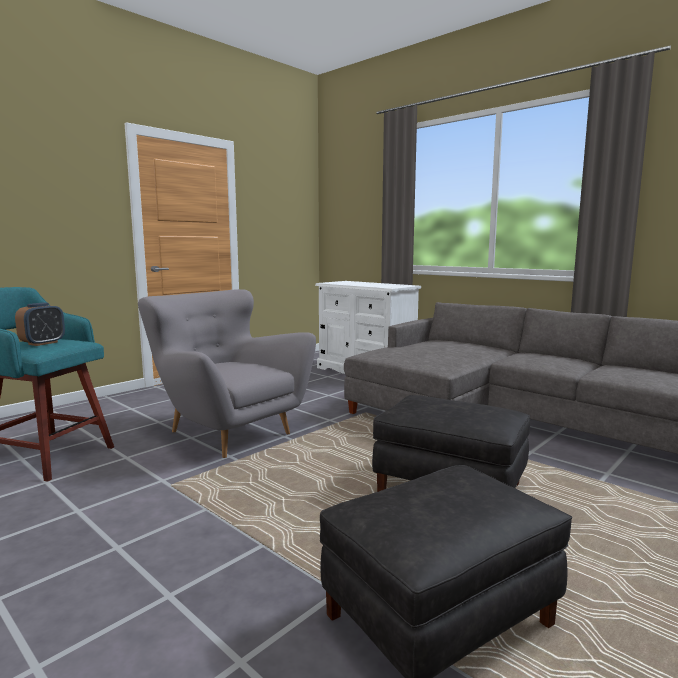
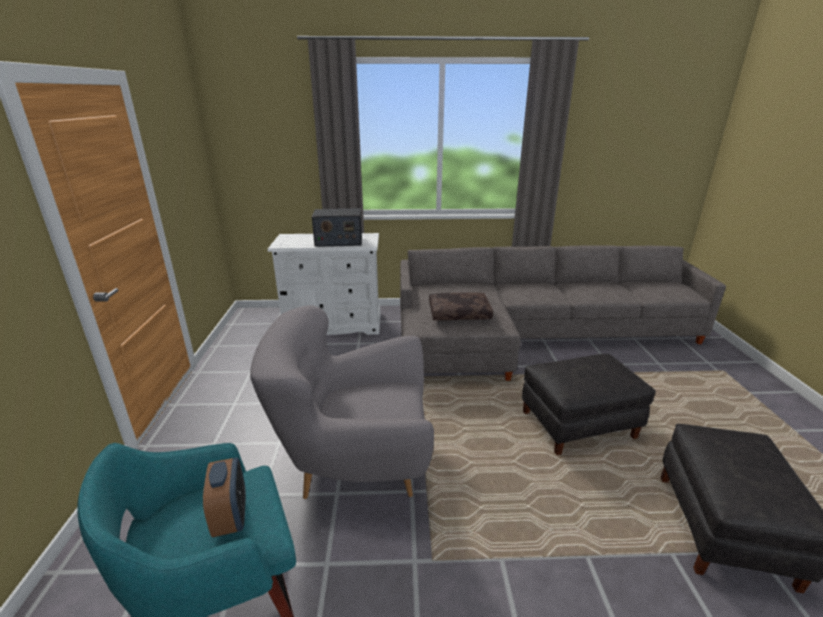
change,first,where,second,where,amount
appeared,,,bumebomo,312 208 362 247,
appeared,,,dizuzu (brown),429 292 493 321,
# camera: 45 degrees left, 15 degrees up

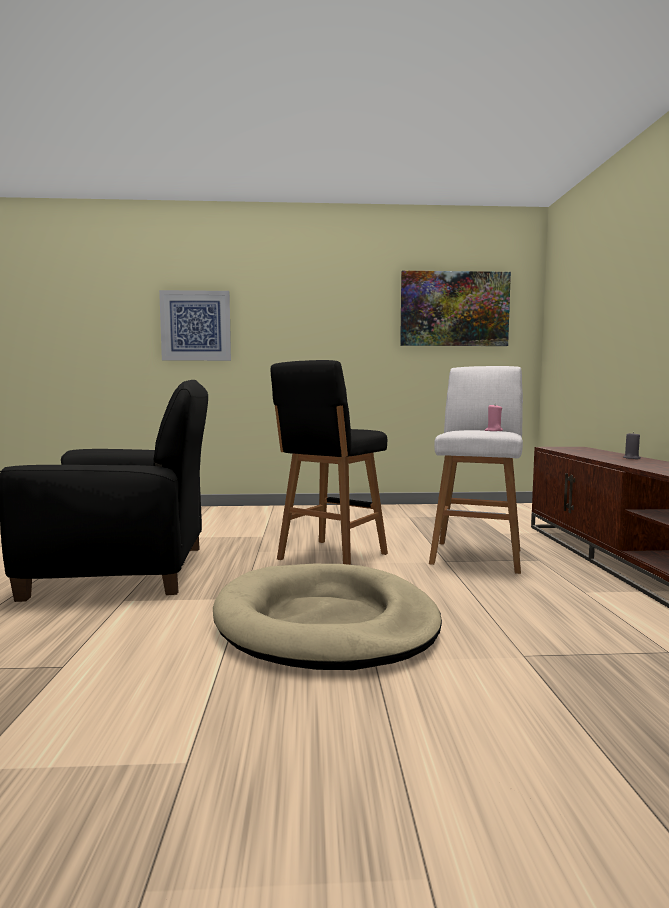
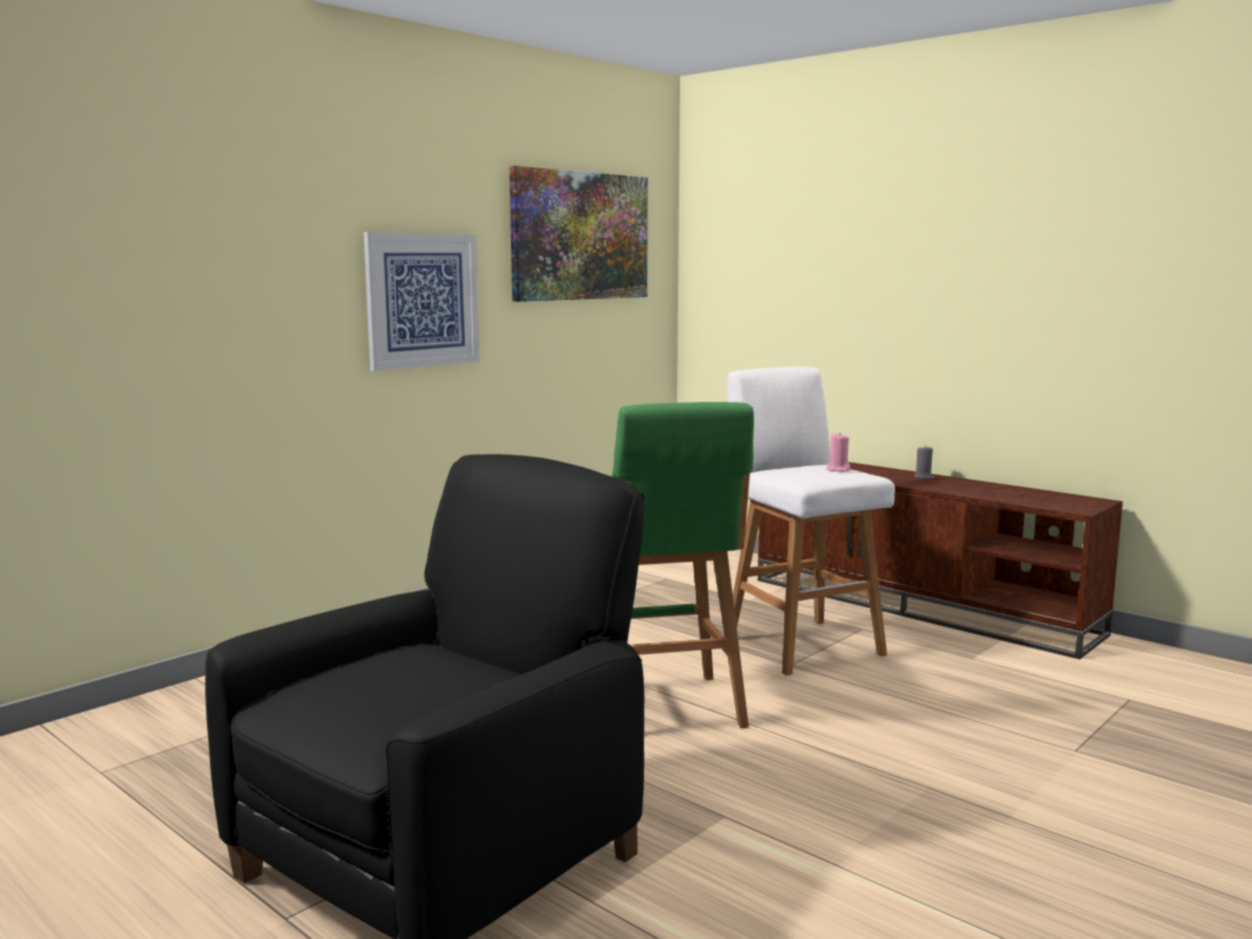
change,first,where,second,where,amount
relocated,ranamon,159 290 231 361,,364 232 479 371,
colour,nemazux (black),271 360 388 565,nemazux (green),612 402 754 728,
missing,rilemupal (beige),213 564 442 670,,,
# camera: 45 degrees left, 5 degrees up

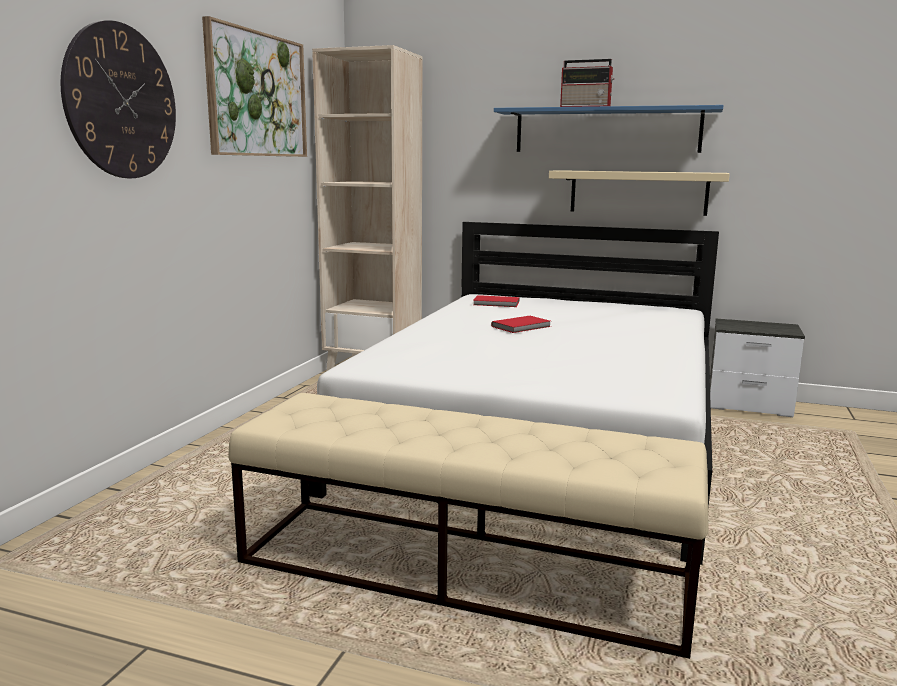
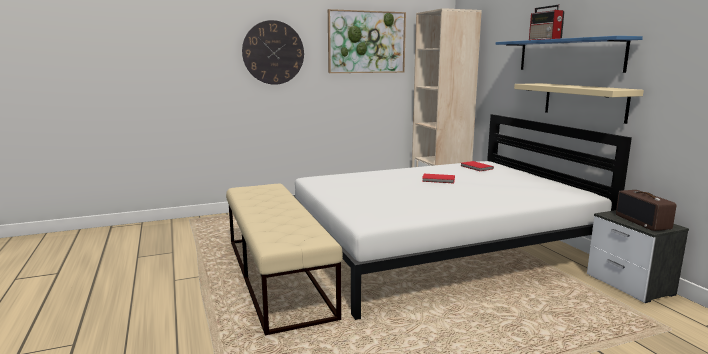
change,first,where,second,where,amount
appeared,,,bumebomo,616 190 677 231,
# camera: 50 degrees right, 0 degrees up

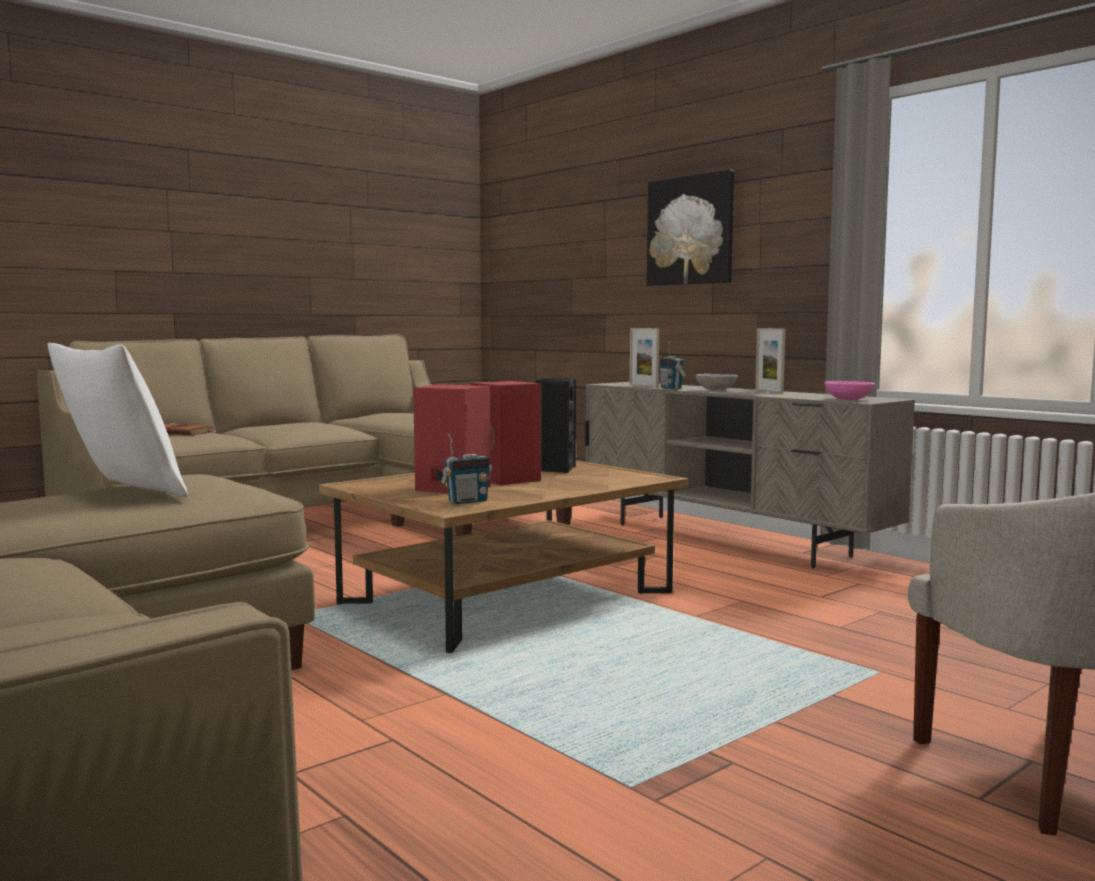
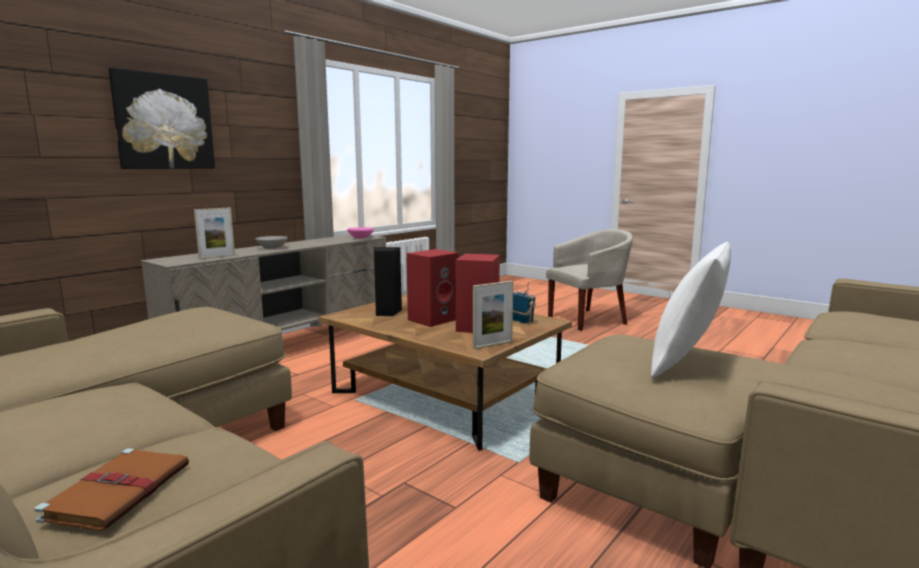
change,first,where,second,where,amount
relocated,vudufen,755 328 785 393,,473 281 513 349,
missing,bumebomo,660 341 686 389,,,
# camera: 100 degrees left, 5 degrees up

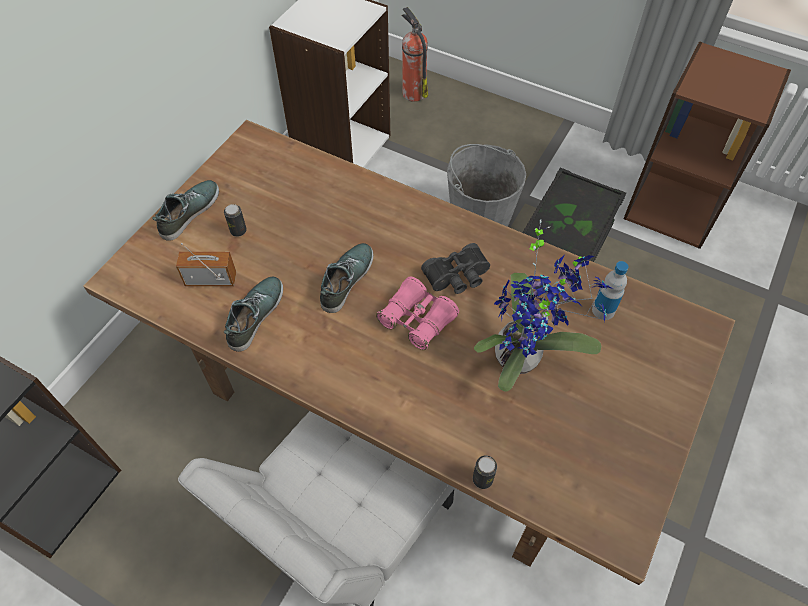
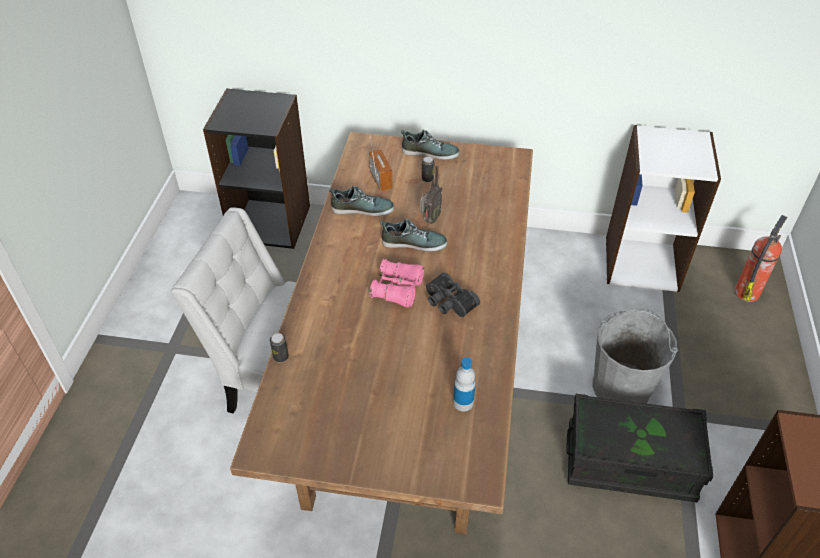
change,first,where,second,where,amount
appeared,,,bumebomo,420 166 442 224,
missing,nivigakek,474 220 613 391,,,
# camera: 70 degrees right, 10 degrees down

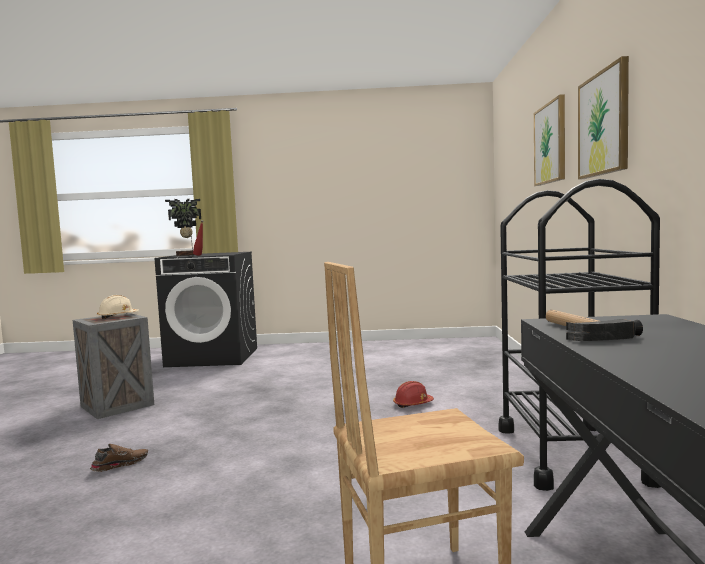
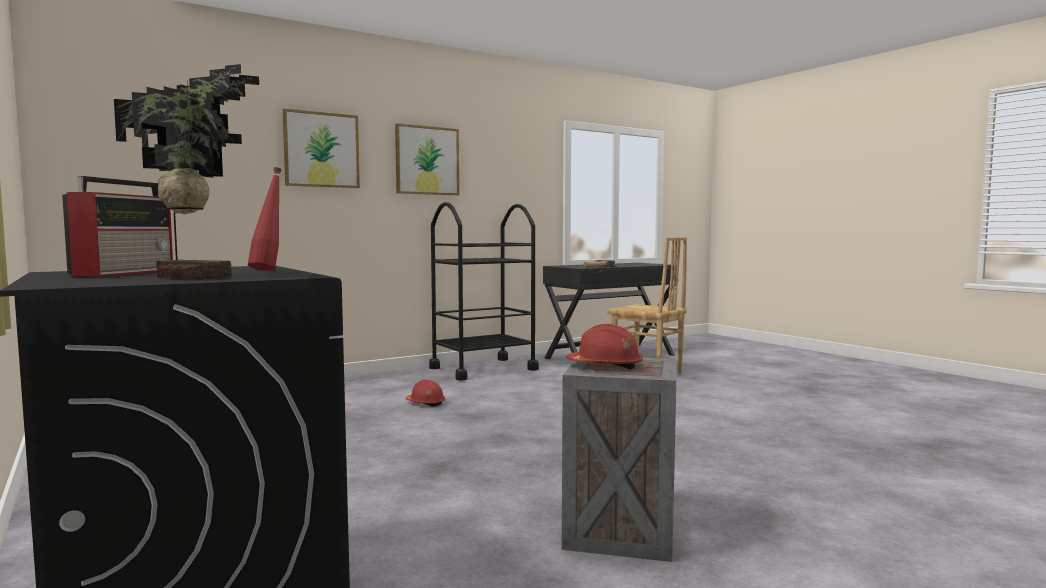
change,first,where,second,where,amount
appeared,,,bumebomo,62 176 173 277,
colour,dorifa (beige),97 295 139 319,dorifa (red),566 324 643 370,
missing,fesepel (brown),90 444 148 472,,,
# camera: 125 degrees left, 0 degrees up

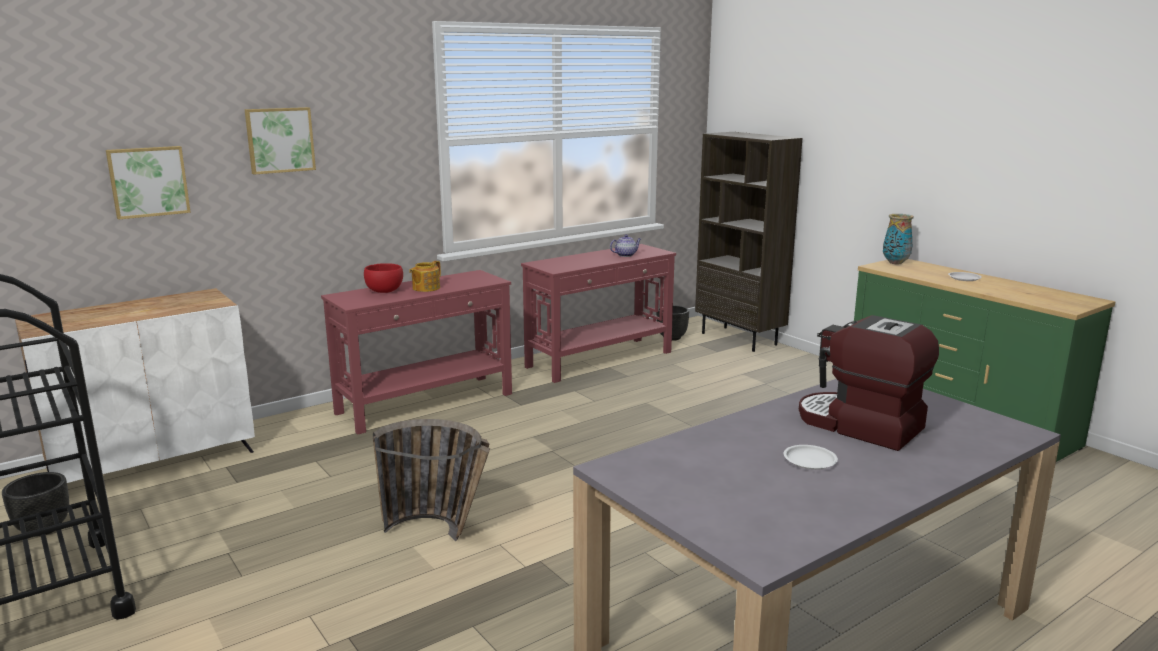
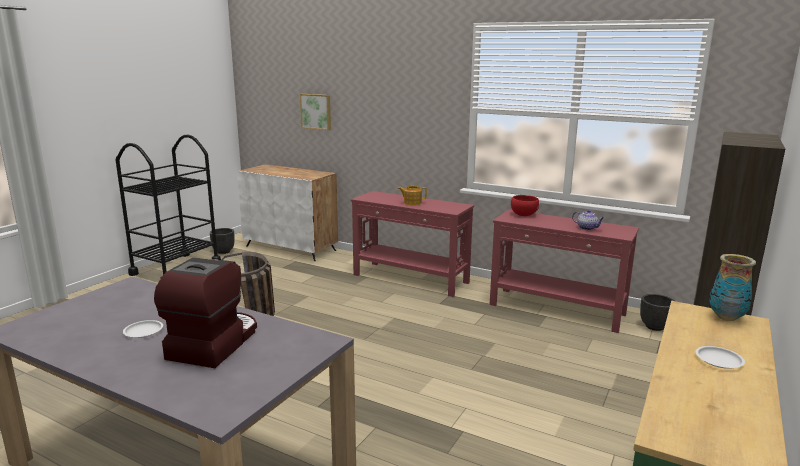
change,first,where,second,where,amount
relocated,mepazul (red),364 263 403 293,,511 195 539 216,
missing,ranamon,245 107 316 175,,,
# camera: 65 degrees right, 0 degrees up

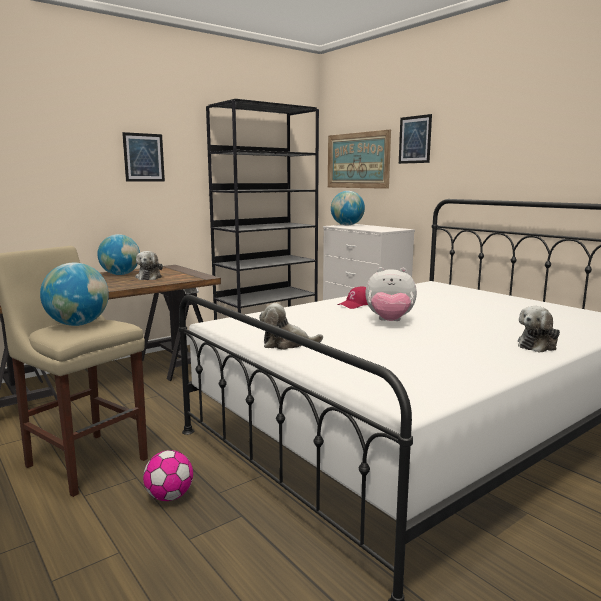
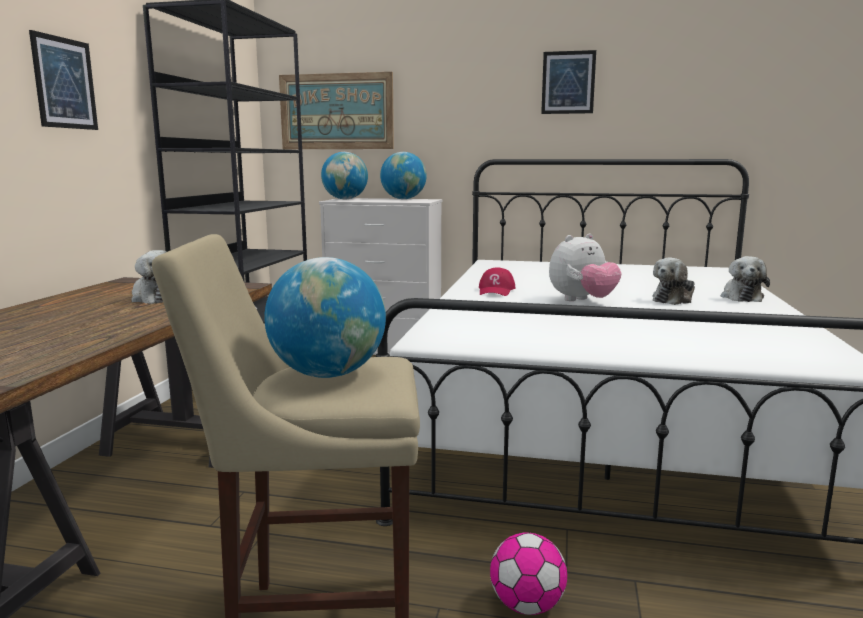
change,first,where,second,where,amount
relocated,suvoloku,97 234 140 275,,380 152 427 199,
relocated,ranamon,399 114 432 164,,541 50 596 114,
relocated,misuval,259 303 323 350,,653 257 695 305,
# camera: 40 degrees left, 0 degrees up

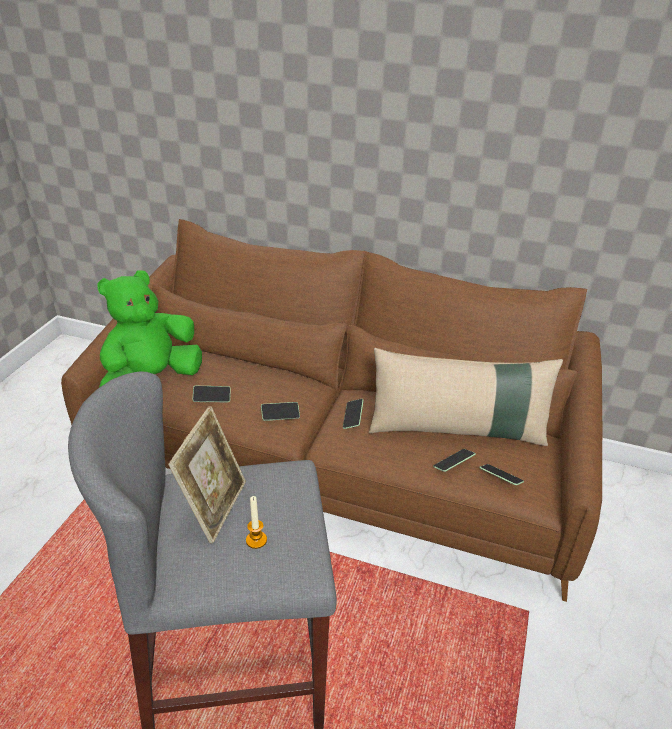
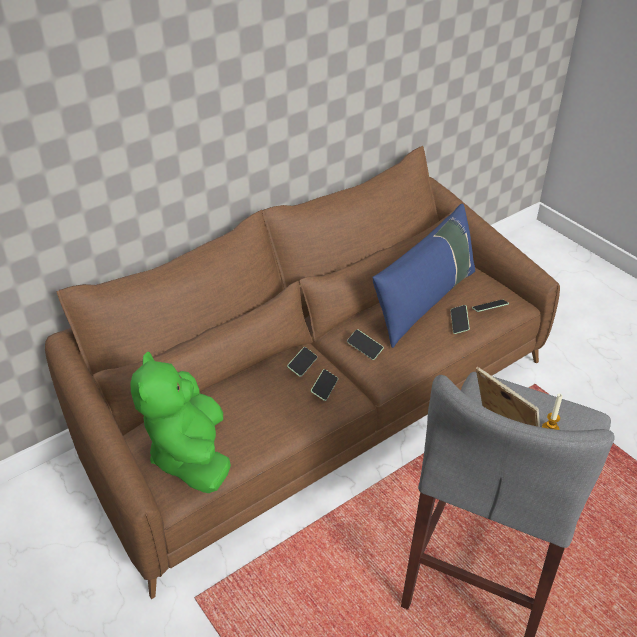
change,first,where,second,where,amount
relocated,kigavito,193 386 231 403,,287 347 318 377,
colour,dizuzu (beige),369 348 563 446,dizuzu (blue),372 204 475 348,
# camera: 55 degrees left, 5 degrees up

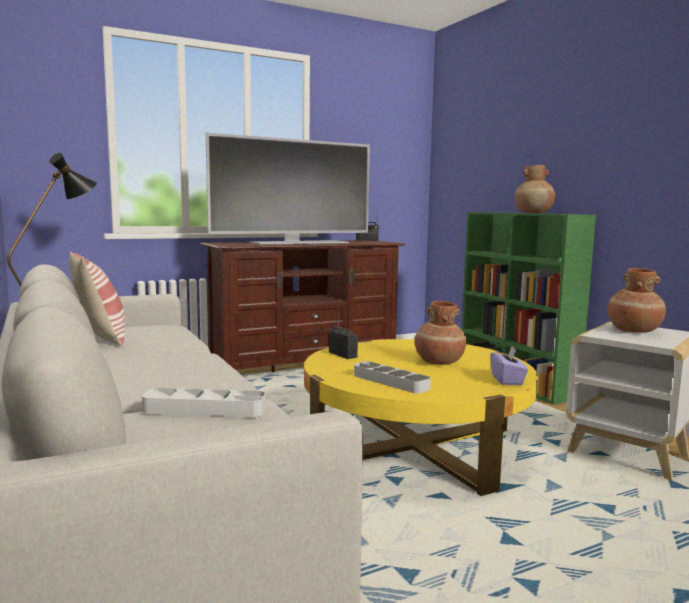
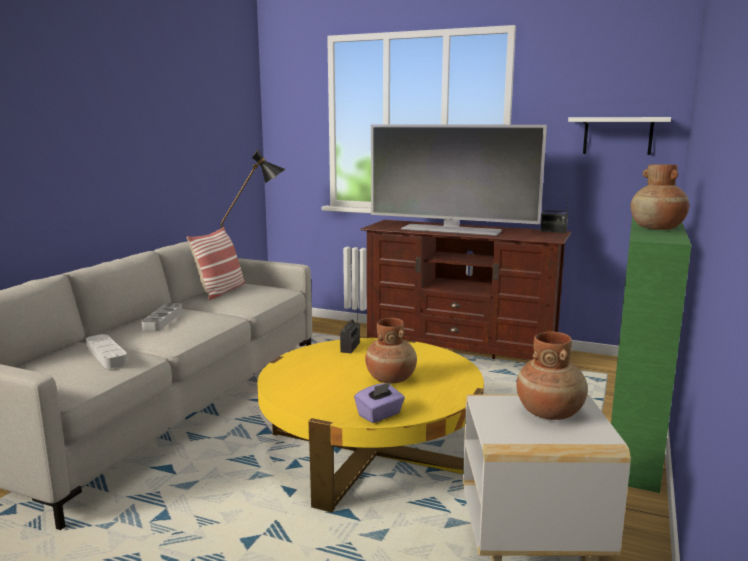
change,first,where,second,where,amount
relocated,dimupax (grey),354 361 431 394,,141 303 182 331,
appeared,,,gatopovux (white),568 117 671 155,
# camera: 50 degrees right, 5 degrees up

